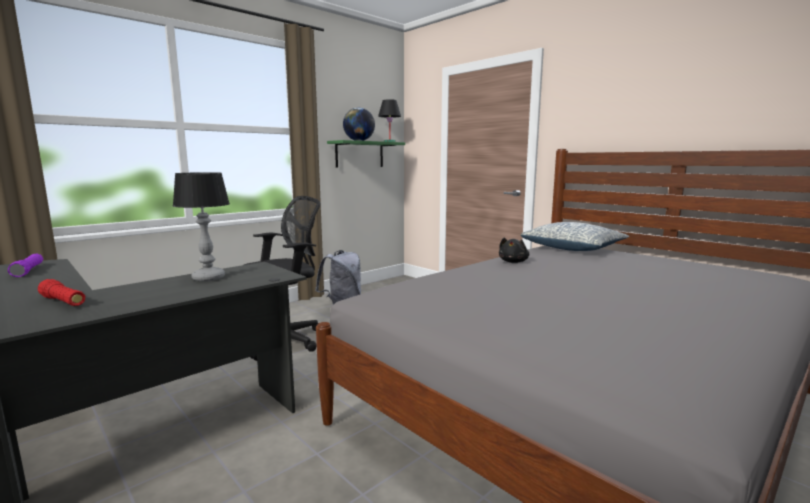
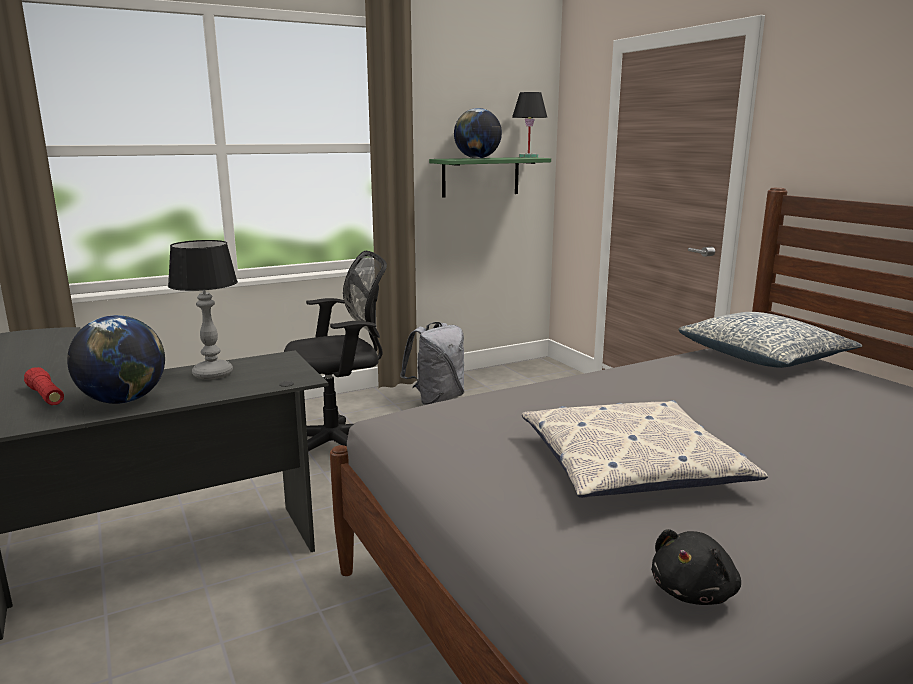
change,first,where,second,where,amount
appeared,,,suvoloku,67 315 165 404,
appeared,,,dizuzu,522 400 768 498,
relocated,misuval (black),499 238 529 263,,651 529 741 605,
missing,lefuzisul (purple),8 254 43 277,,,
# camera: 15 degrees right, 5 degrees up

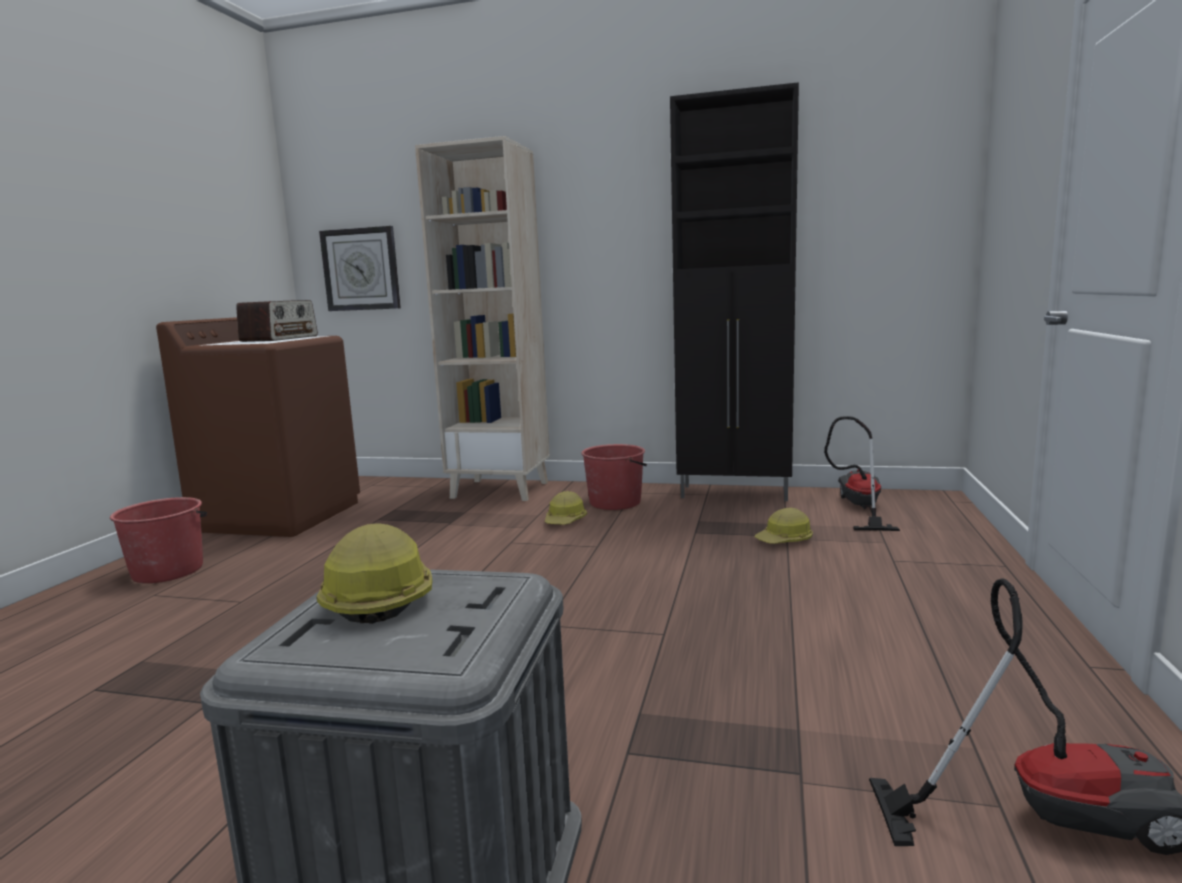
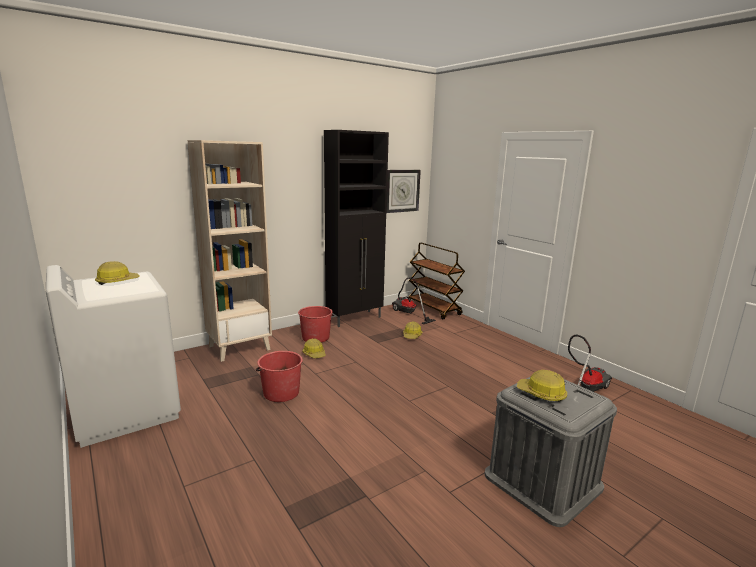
change,first,where,second,where,amount
colour,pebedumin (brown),156 317 360 537,pebedumin (white),46 265 181 448,
exchanged,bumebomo,236 300 318 342,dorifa,95 261 140 285,
relocated,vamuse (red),110 497 207 583,,256 351 303 402,
relocated,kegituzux,319 226 401 311,,386 170 421 213,
appeared,,,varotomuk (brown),407 243 465 319,
# camera: 50 degrees left, 5 degrees up

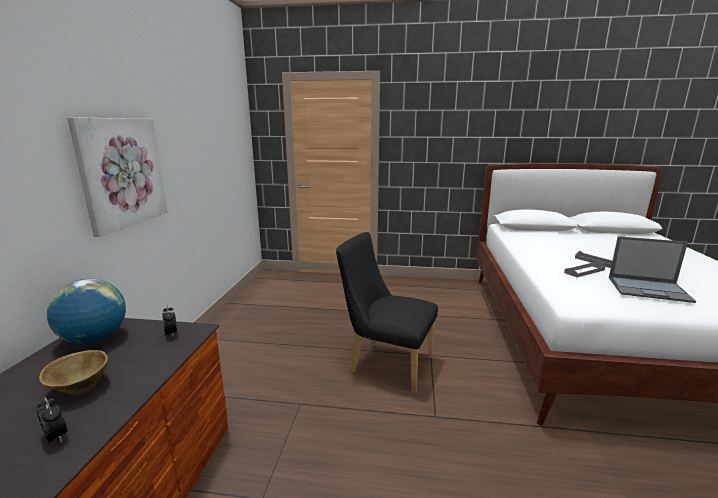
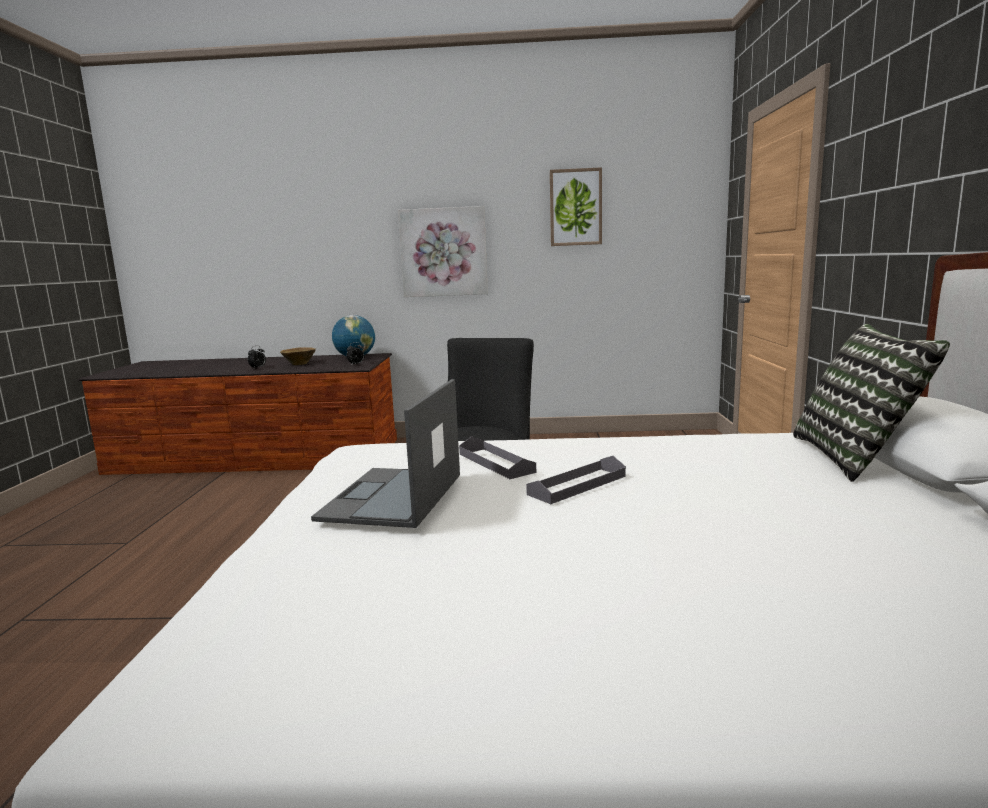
change,first,where,second,where,amount
appeared,,,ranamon,550 167 602 246,
appeared,,,dizuzu,793 324 950 482,
# camera: 85 degrees right, 5 degrees down

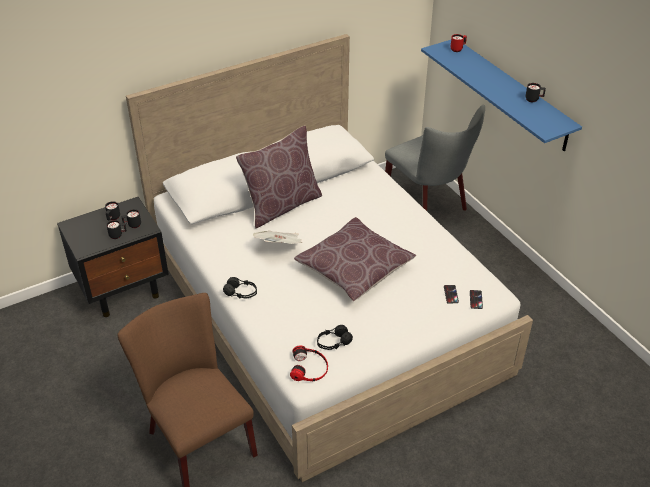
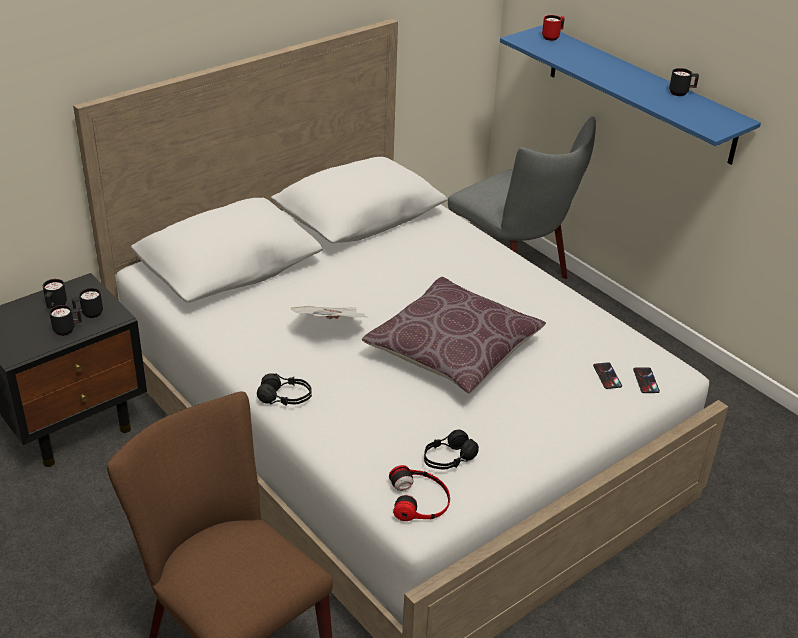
change,first,where,second,where,amount
missing,dizuzu (brown),236 126 322 228,,,
# camera: 10 degrees left, 5 degrees down

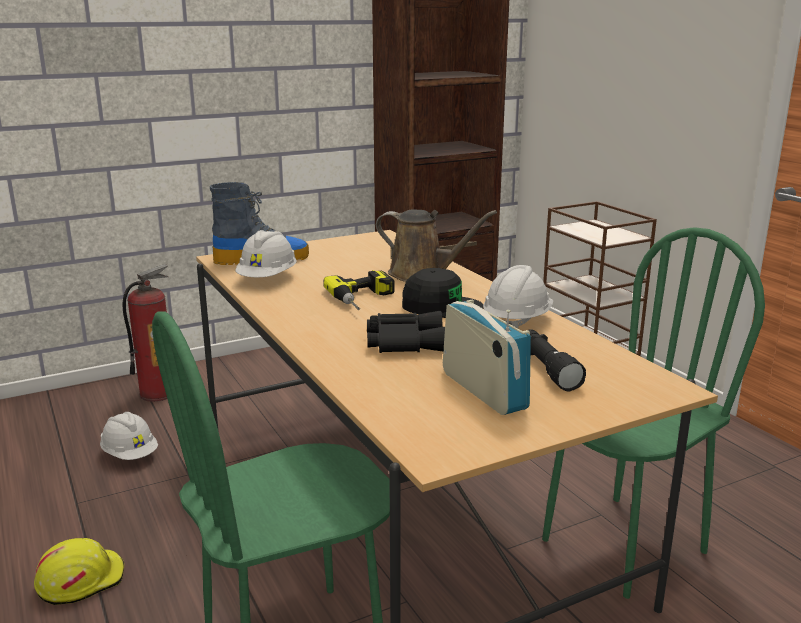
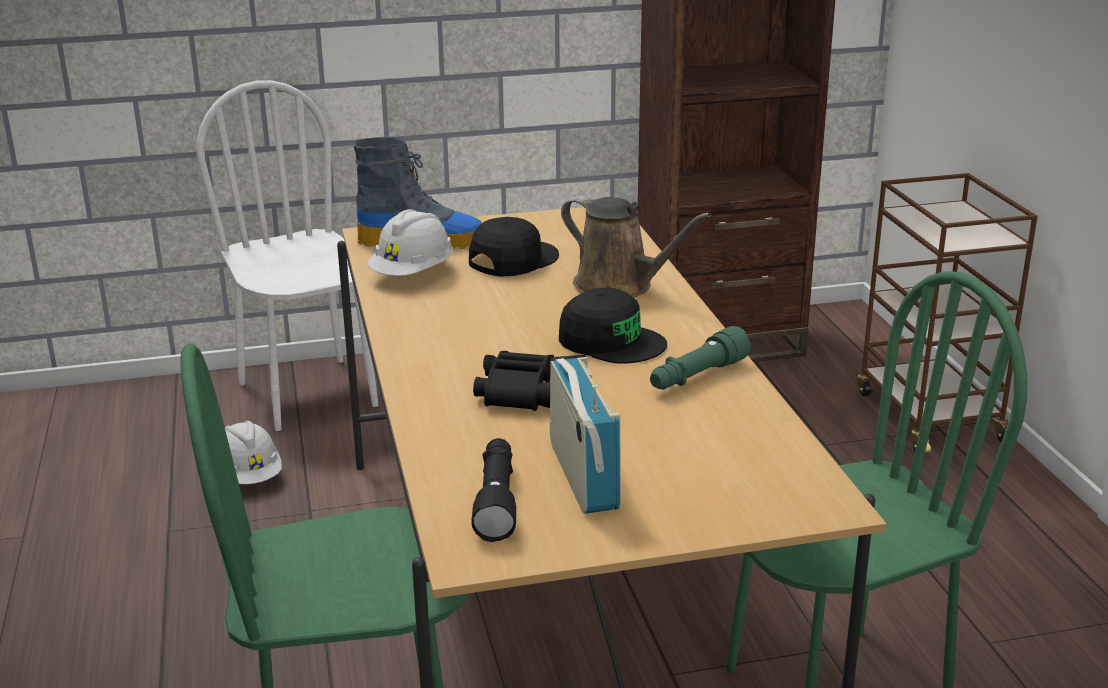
change,first,where,second,where,amount
exchanged,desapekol,123 264 168 402,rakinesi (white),196 80 379 431,
appeared,,,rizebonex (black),469 217 559 277,
relocated,lefuzisul (black),528 330 586 391,,471 438 516 542,
exchanged,dorifa (white),483 265 553 328,lefuzisul (green),650 326 751 389,
missing,dorifa (yellow),34 538 124 605,,,
missing,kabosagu,323 270 394 310,,,
# camera: 15 degrees right, 5 degrees up

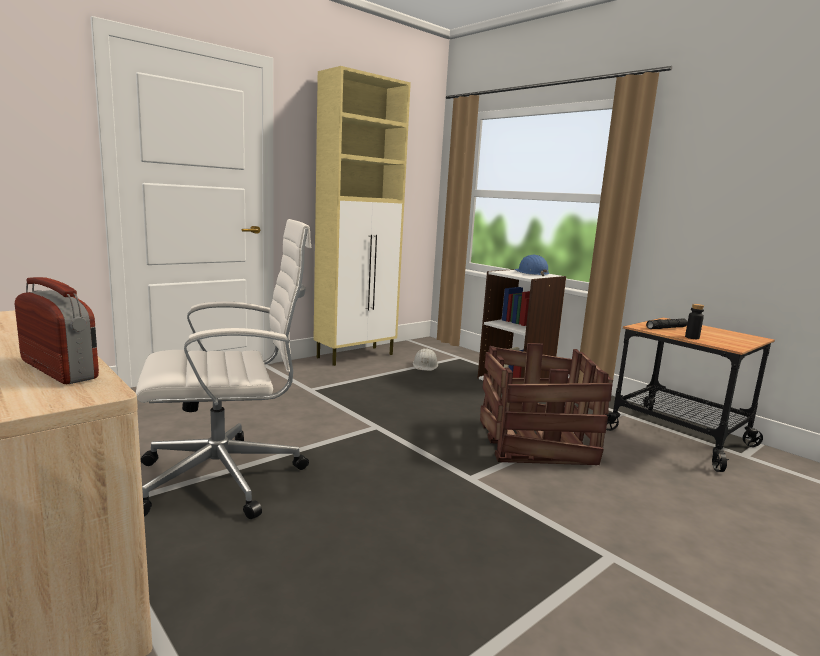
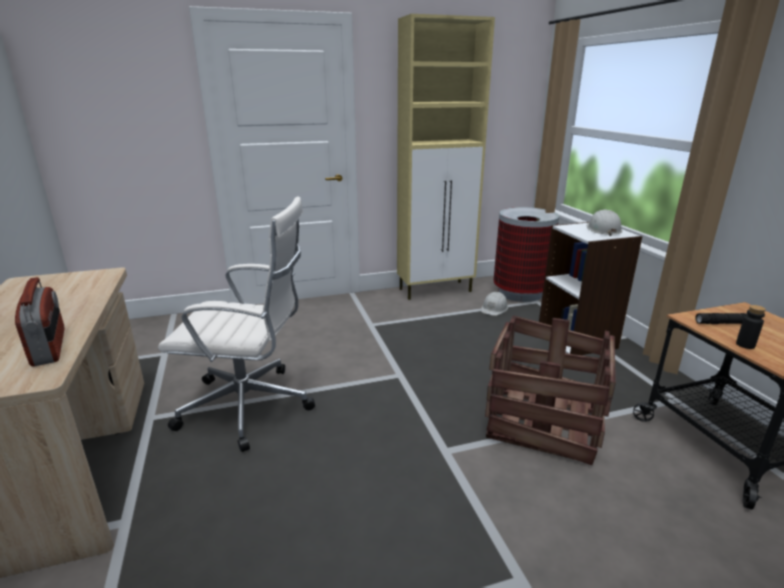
change,first,where,second,where,amount
appeared,,,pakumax,493 207 559 302,
colour,dorifa (blue),515 255 550 276,dorifa (white),587 209 622 236,
# camera: 25 degrees right, 10 degrees up

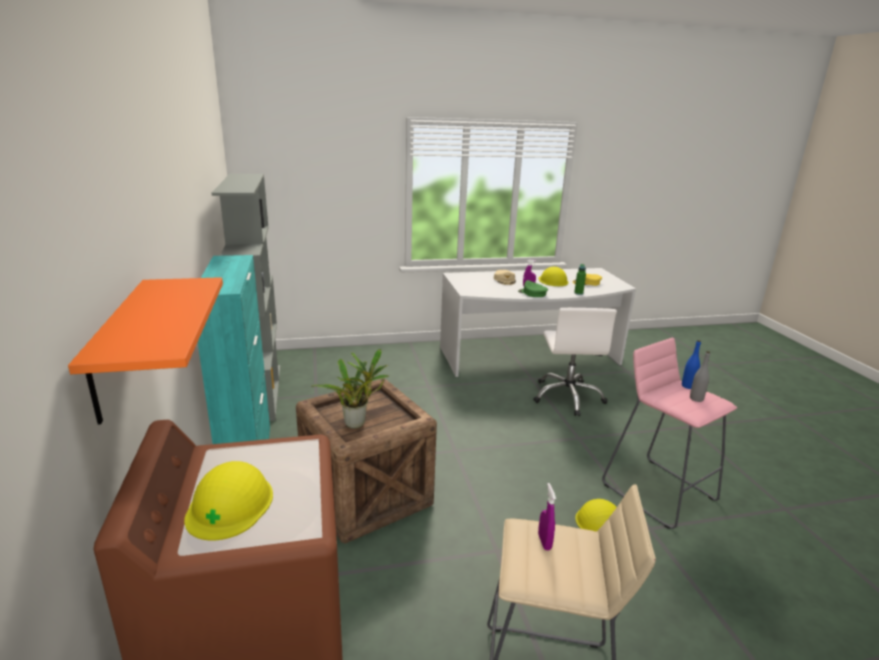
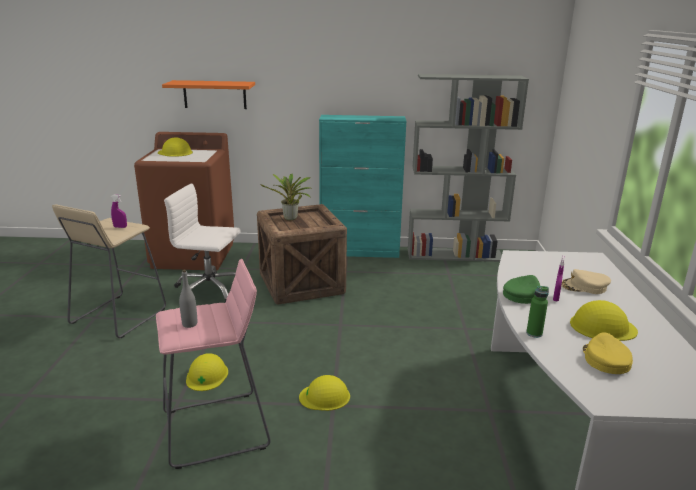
change,first,where,second,where,amount
relocated,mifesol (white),533 308 617 416,,164 184 241 302,
appeared,,,dorifa (yellow),299 375 350 411,
missing,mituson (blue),682 340 701 389,,,
# camera: 105 degrees right, 0 degrees up

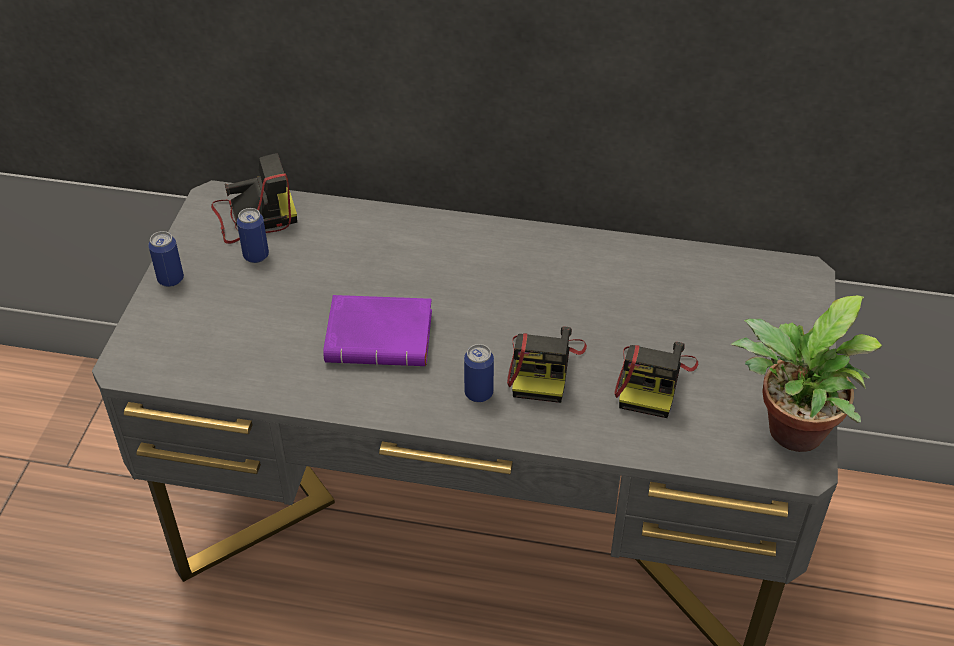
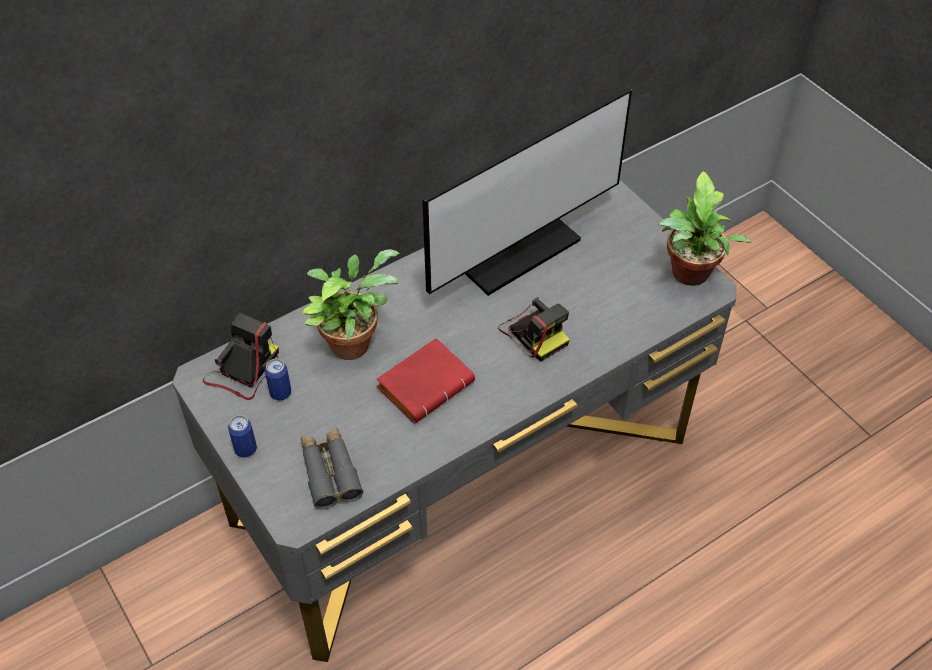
change,first,where,second,where,amount
appeared,,,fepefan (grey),301 427 363 509,
appeared,,,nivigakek,303 249 399 360,
colour,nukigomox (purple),323 295 432 366,nukigomox (red),376 338 475 423,
appeared,,,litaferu,422 88 632 296,
missing,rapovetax,464 344 494 403,,,
missing,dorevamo,614 342 698 418,,,
# camera: 45 degrees left, 5 degrees up

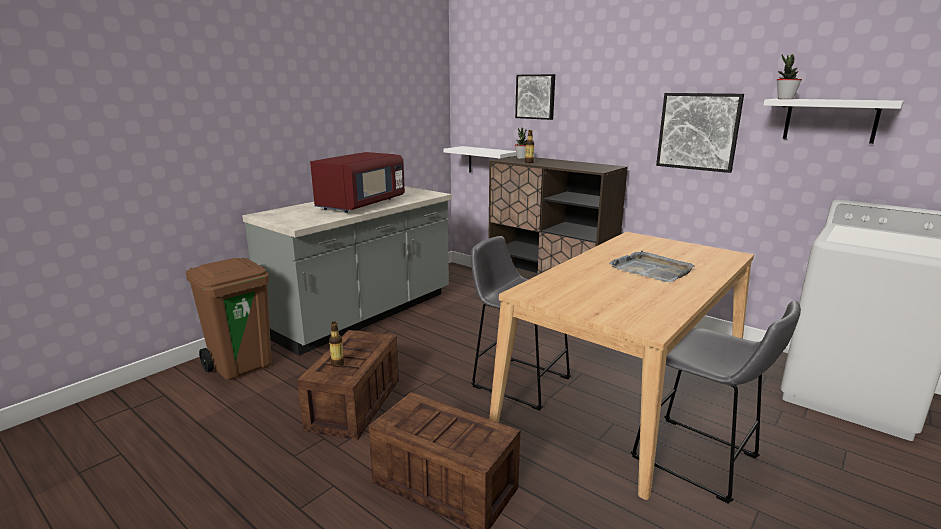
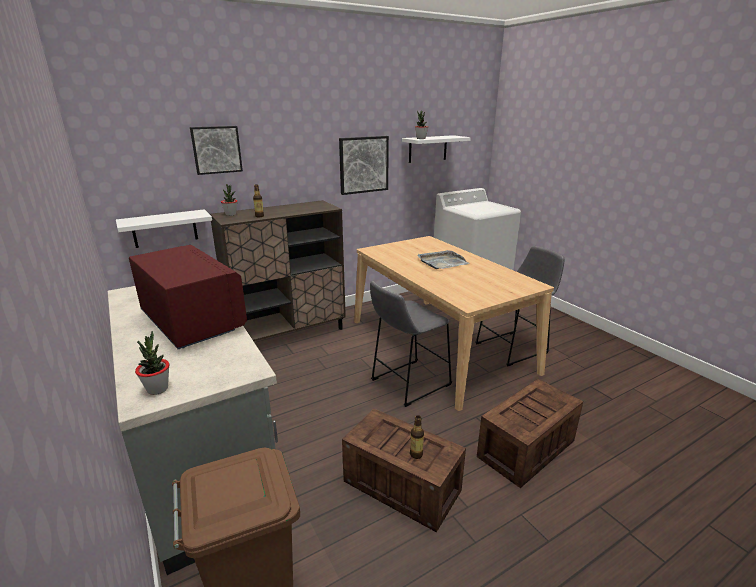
change,first,where,second,where,amount
appeared,,,nivigakek,135 331 169 395,
# camera: 70 degrees left, 5 degrees up

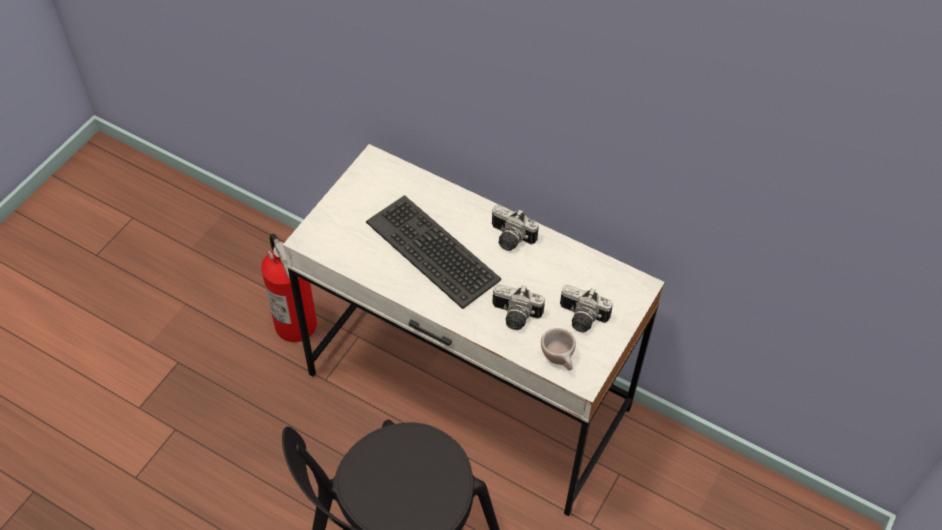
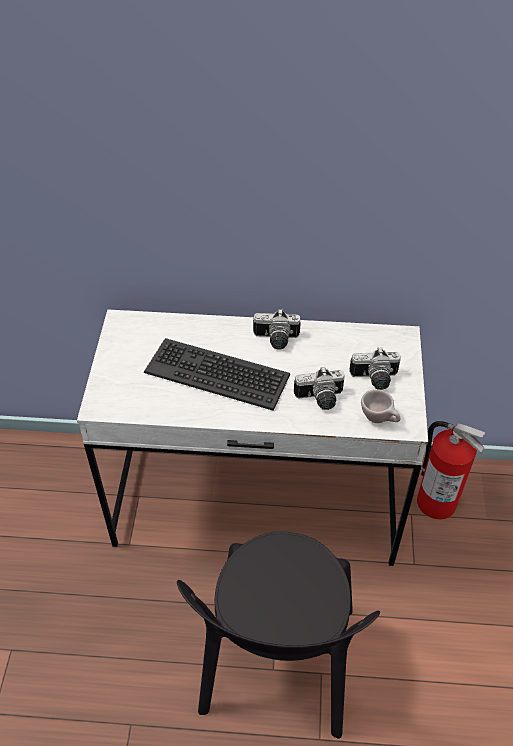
change,first,where,second,where,amount
relocated,desapekol,261 234 317 342,,417 421 485 519,
# camera: 25 degrees left, 5 degrees down

